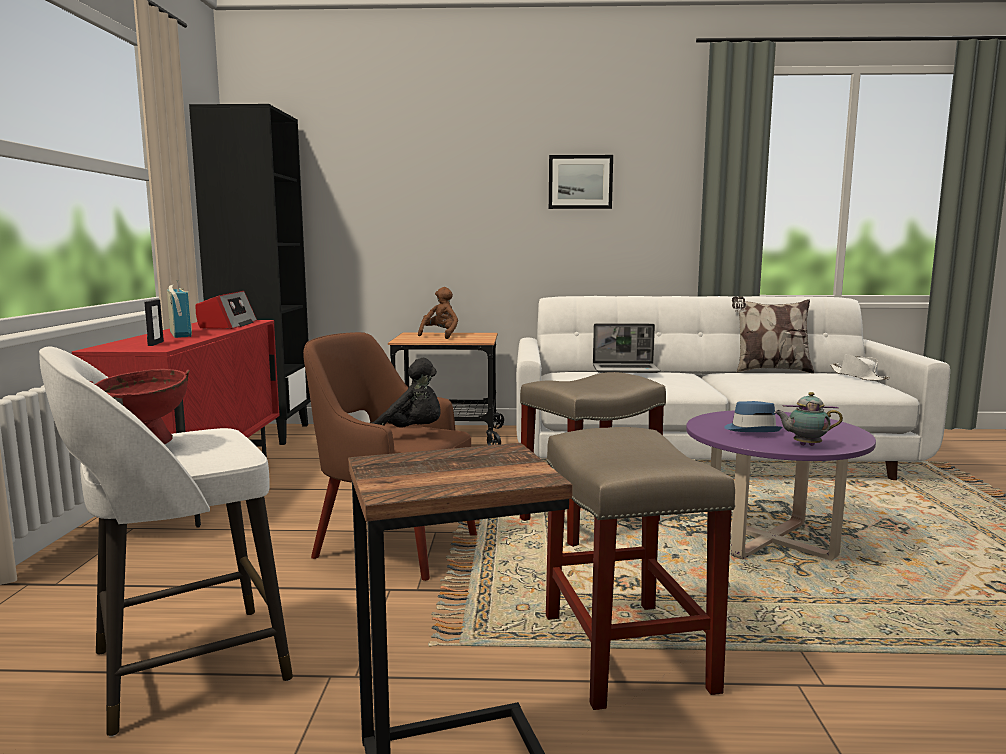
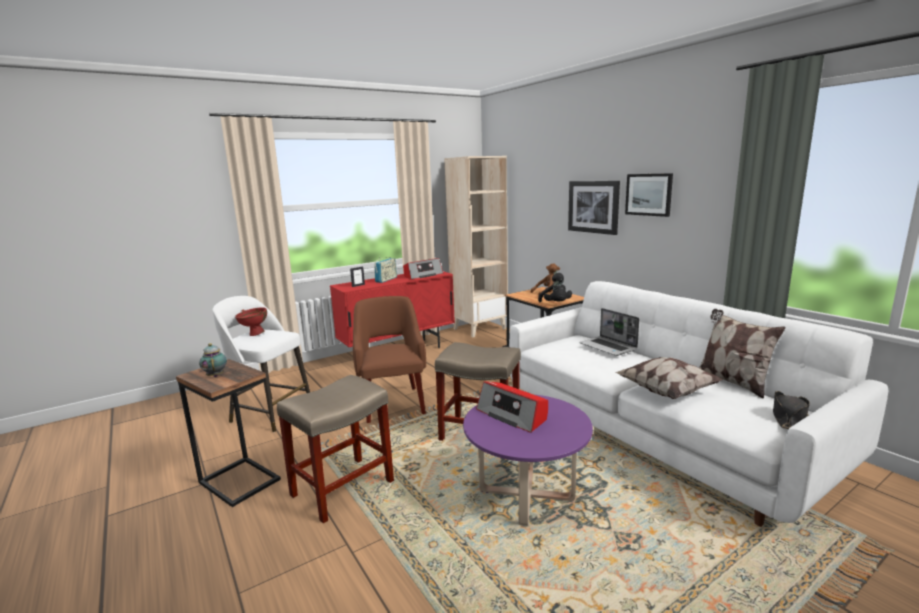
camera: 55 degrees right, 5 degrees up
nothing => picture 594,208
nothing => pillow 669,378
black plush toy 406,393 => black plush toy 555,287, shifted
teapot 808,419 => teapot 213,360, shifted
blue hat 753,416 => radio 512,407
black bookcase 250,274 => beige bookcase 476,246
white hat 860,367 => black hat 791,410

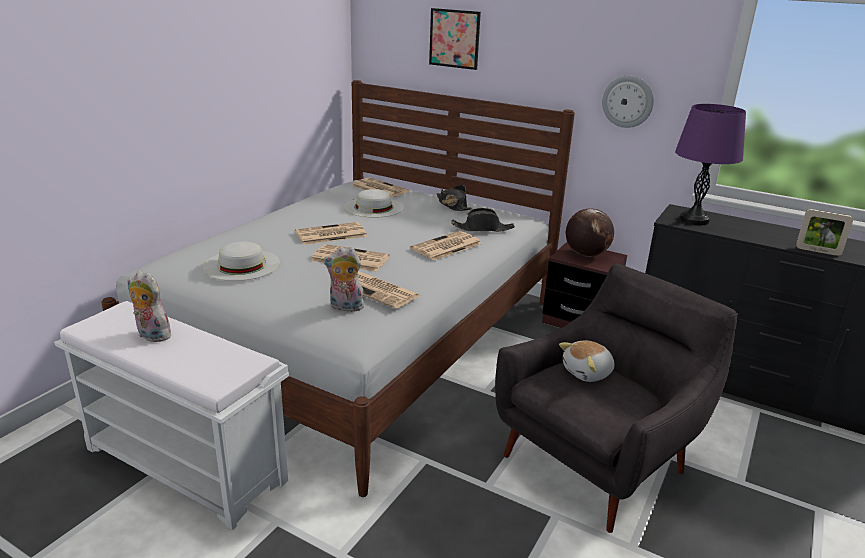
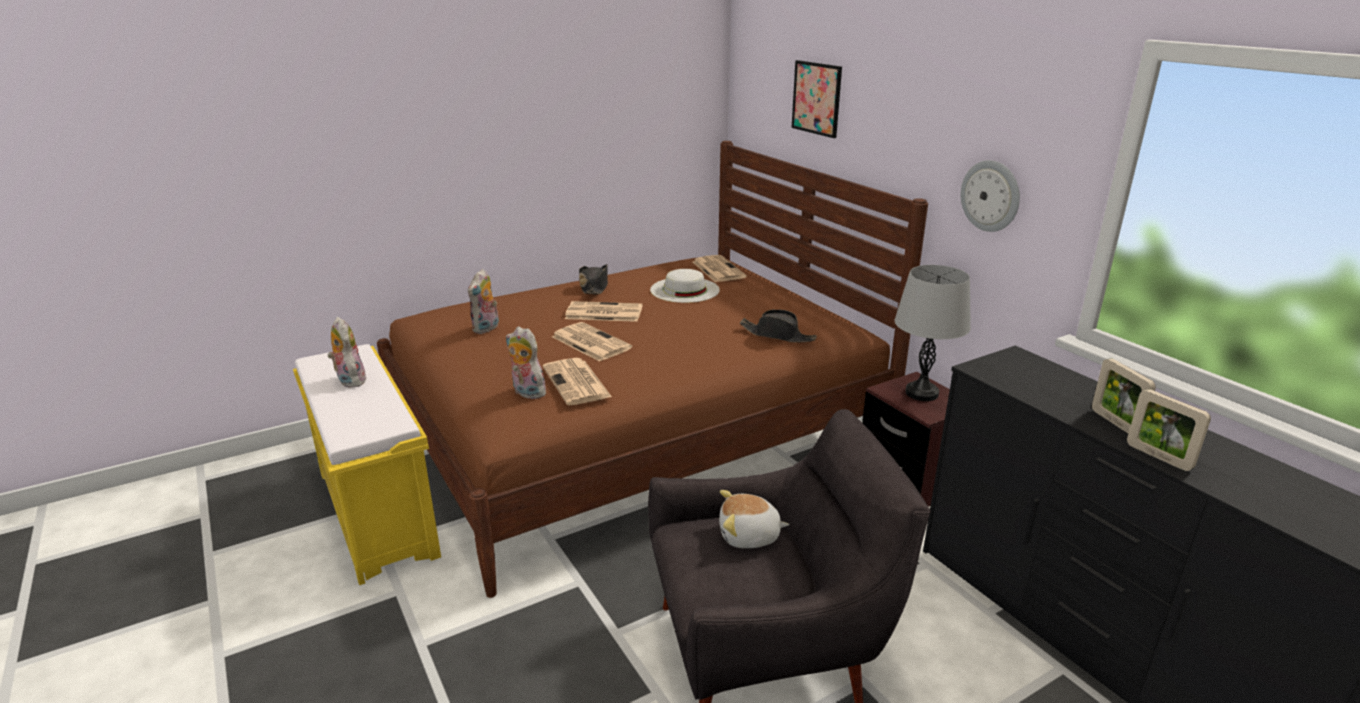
camera: 30 degrees right, 0 degrees up
newspaper 446,246 => nothing
purple table lamp 710,164 => nothing
nothing => picture frame 1124,395
black hat 454,198 => black hat 593,279, shifted
white hat 241,261 => plush toy 483,301
globe 590,232 => grey table lamp 933,333
white bench 171,415 => yellow bench 367,464
white bed 338,288 => brown bed 652,369

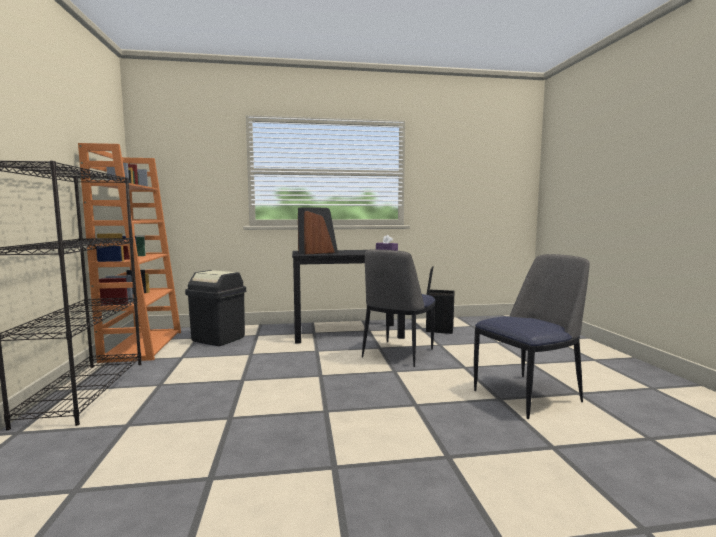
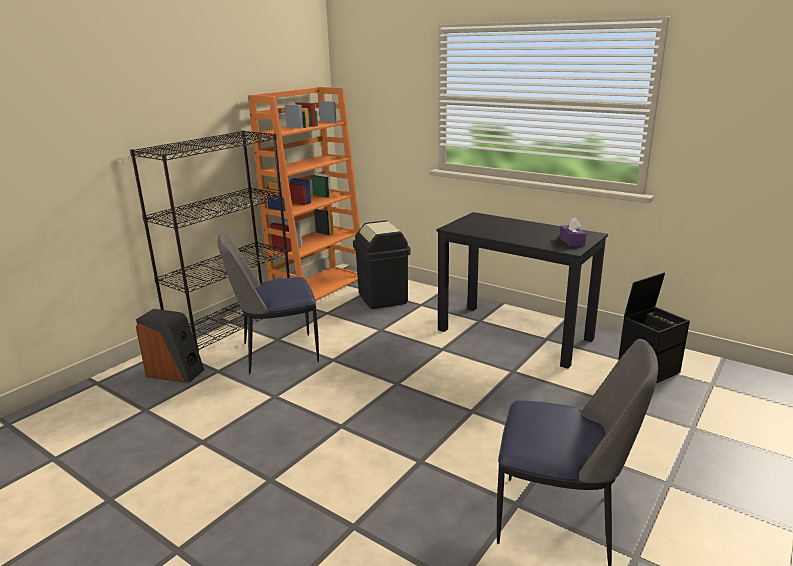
camera: 45 degrees right, 15 degrees up
speaker 318,230 => speaker 170,346, shifted
chair 398,308 => chair 268,303, shifted

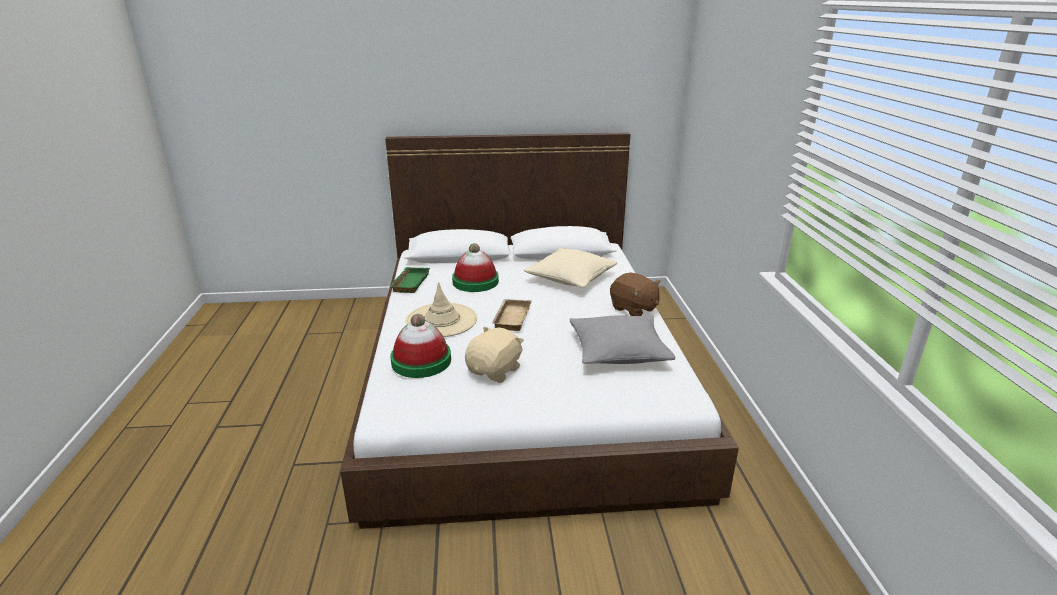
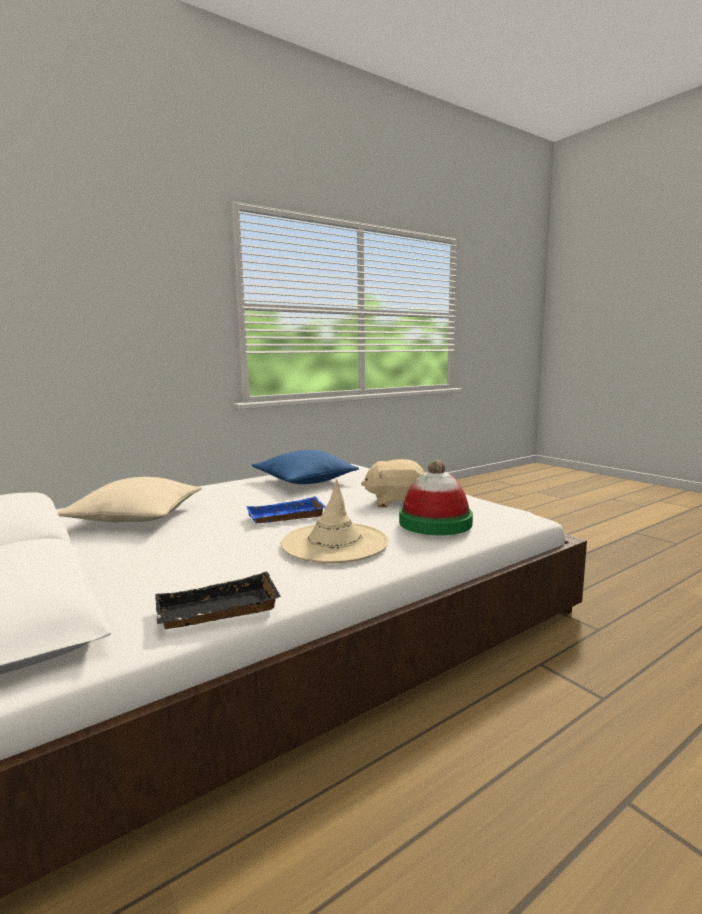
camera: 120 degrees left, 15 degrees down
hat 475,267 => nothing
brown plush toy 635,294 => nothing
green tray 409,280 => black tray 218,600
beige tray 512,315 => blue tray 286,510
grey pillow 622,339 => blue pillow 305,467

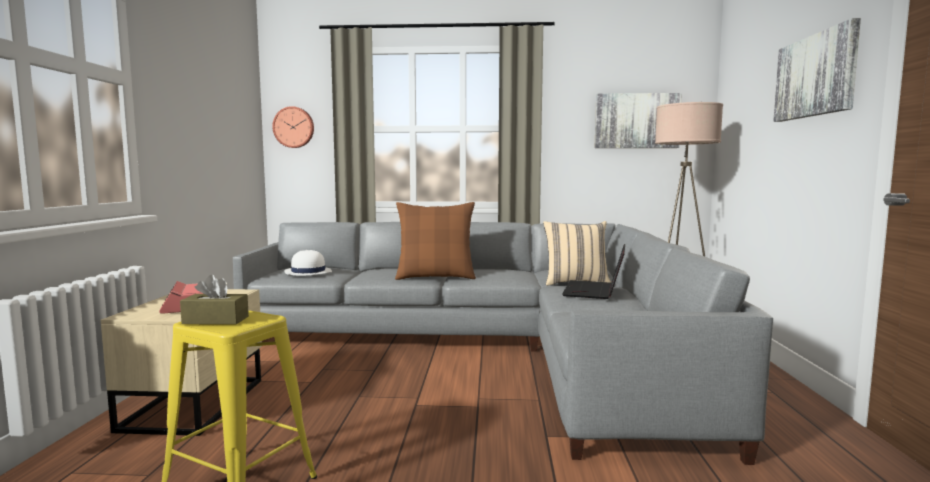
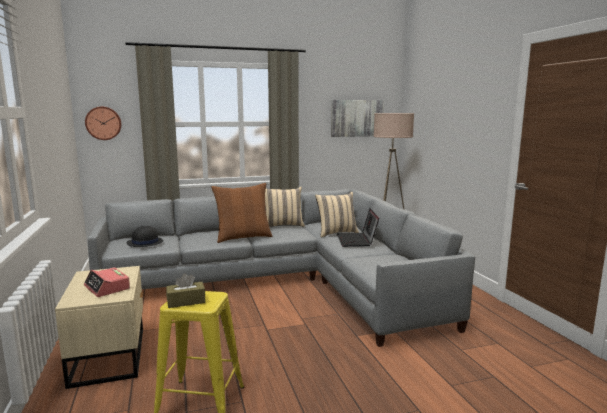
camera: 20 degrees left, 5 degrees up
picture 817,70 => nothing
nothing => beige pillow 285,207
white hat 308,262 => black hat 144,236

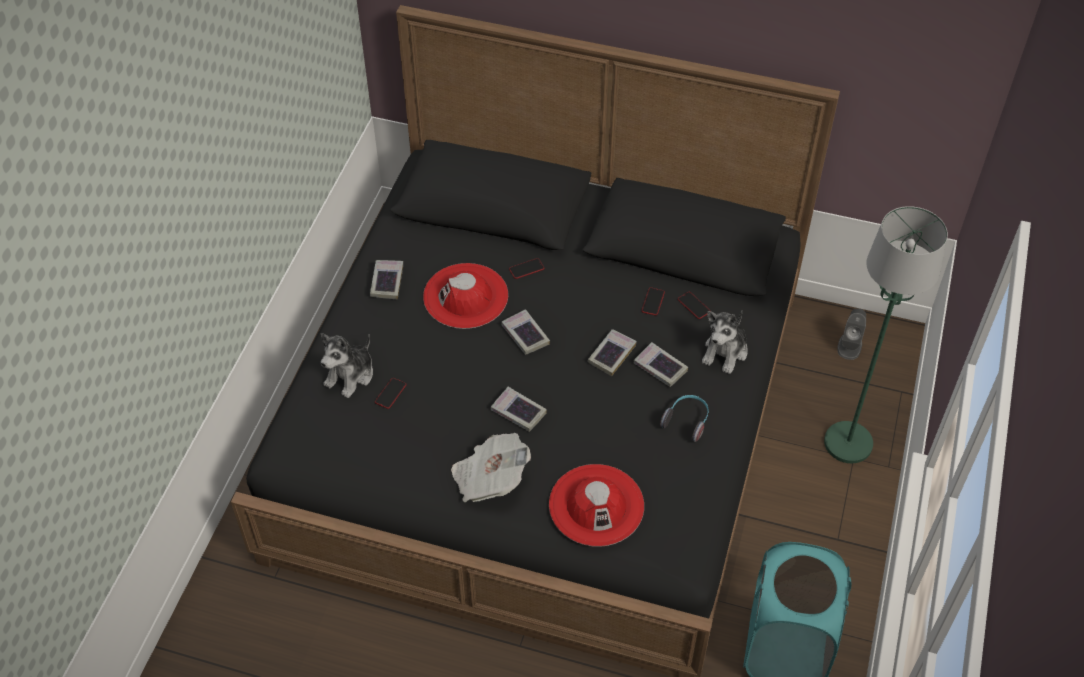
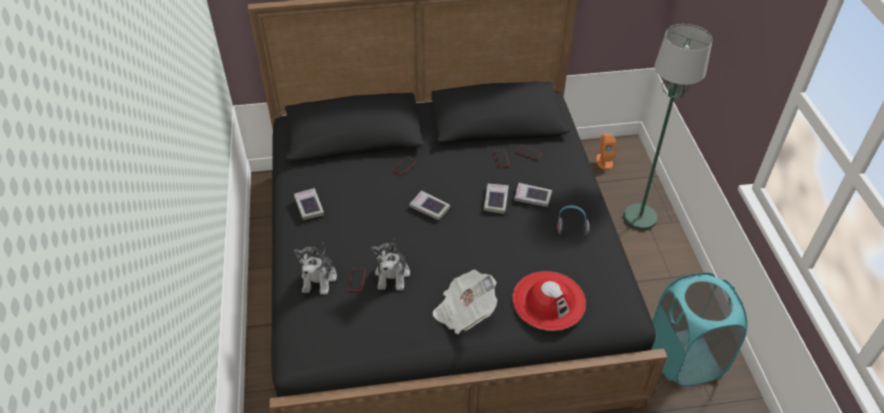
camera: 25 degrees left, 5 degrees down
red hat 465,296 => nothing
book 519,409 => nothing
plush toy 725,342 => plush toy 390,265, shifted
grey speaker 851,334 => orange speaker 606,151

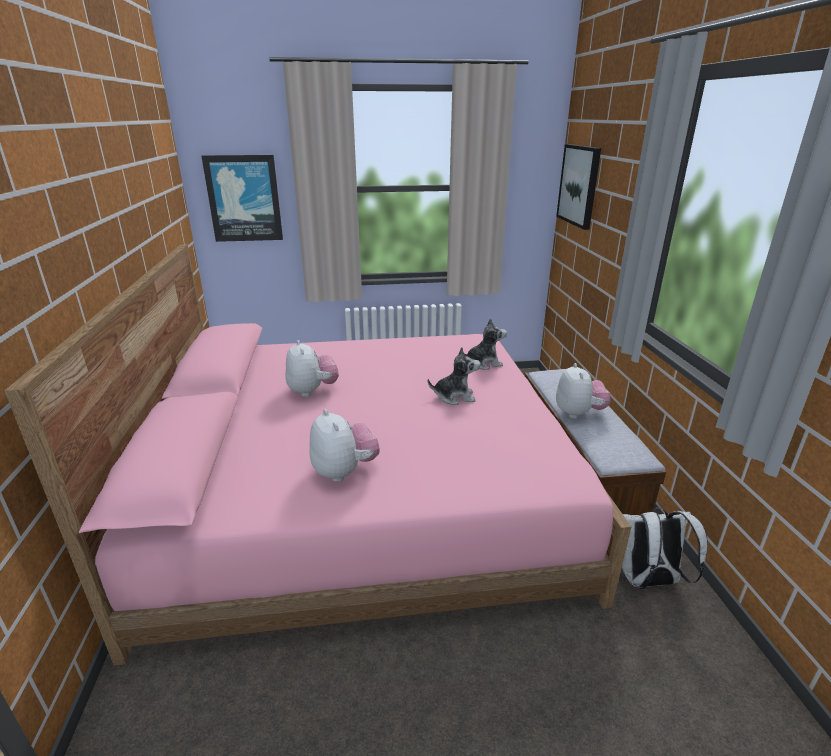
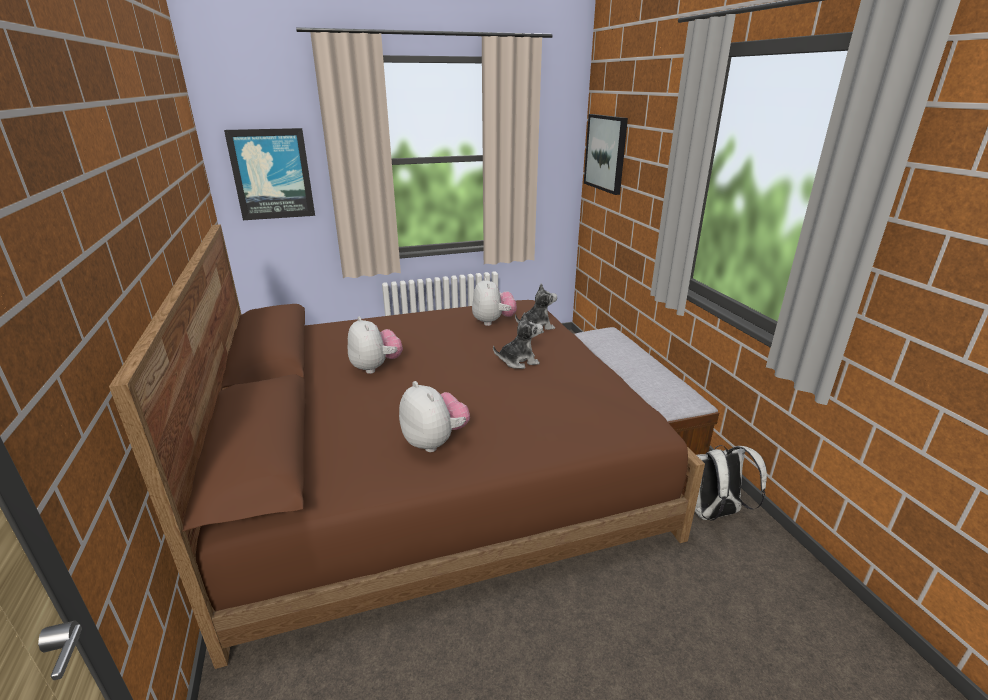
camera: 10 degrees left, 0 degrees up
plush toy 583,391 => plush toy 494,301, shifted
pink bed 318,455 => brown bed 407,447

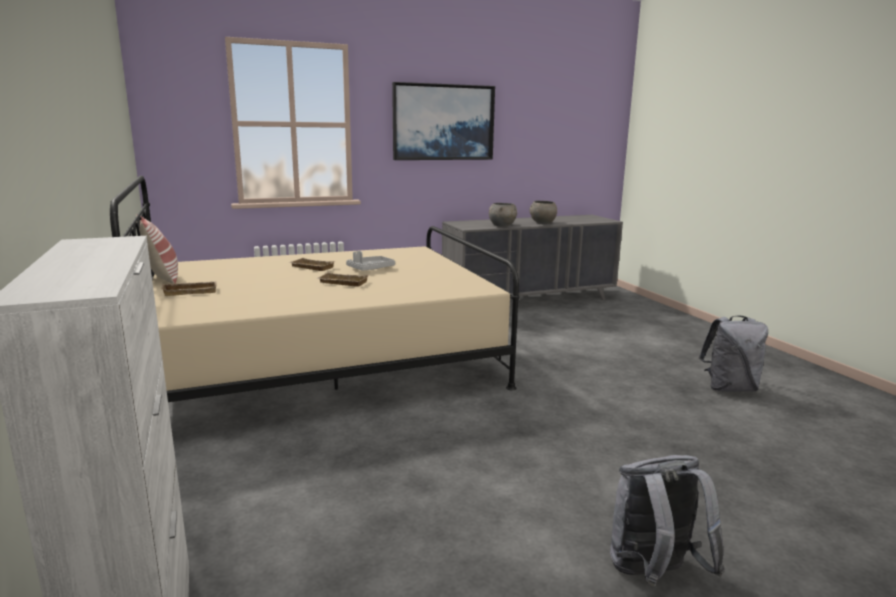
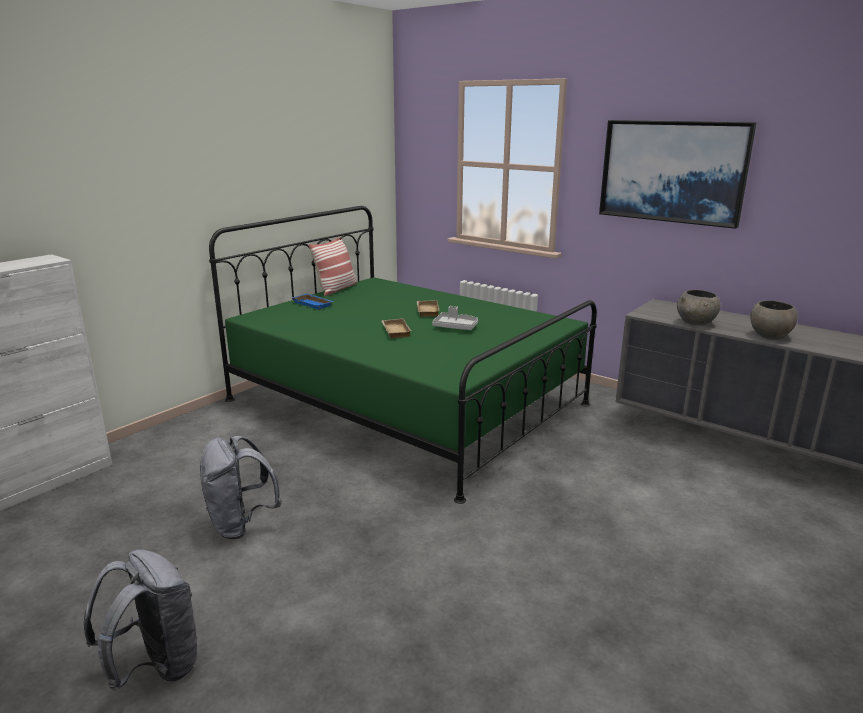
camera: 60 degrees right, 5 degrees up
grey backpack 733,354 => grey backpack 241,487, shifted
beige bed 315,289 => green bed 403,355
beige tray 189,288 => blue tray 313,302

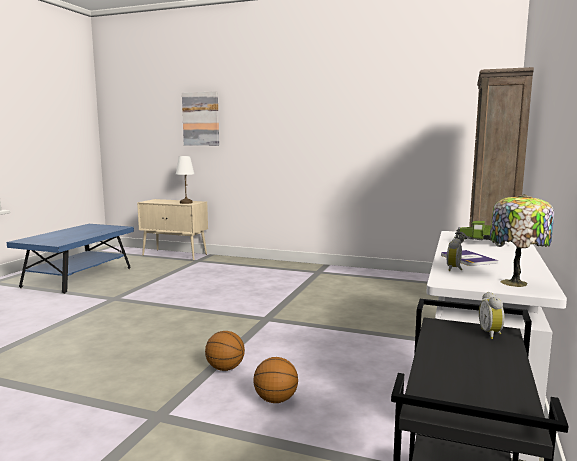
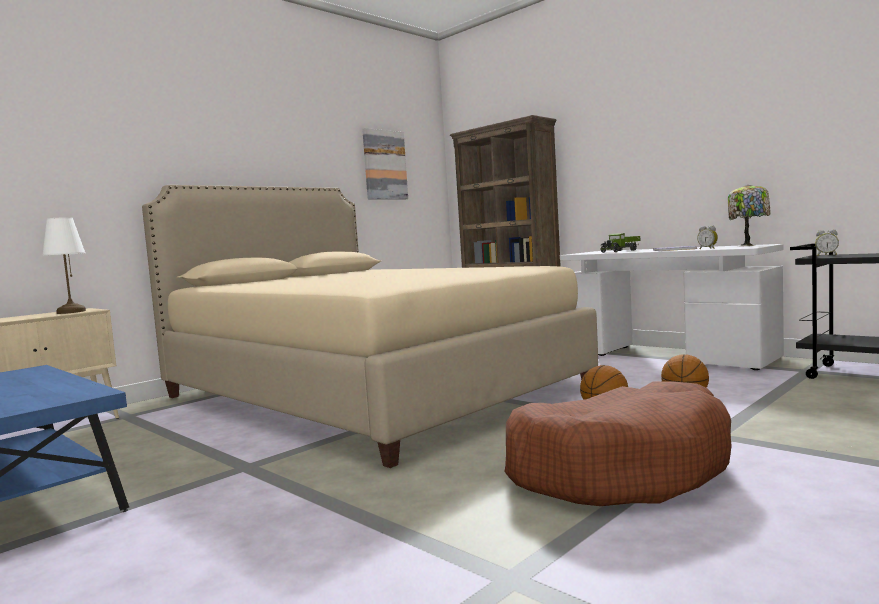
camera: 65 degrees left, 5 degrees down
nothing => beige bed 370,326
nothing => brown dog bed 618,443
picture 200,118 => picture 385,163, shifted

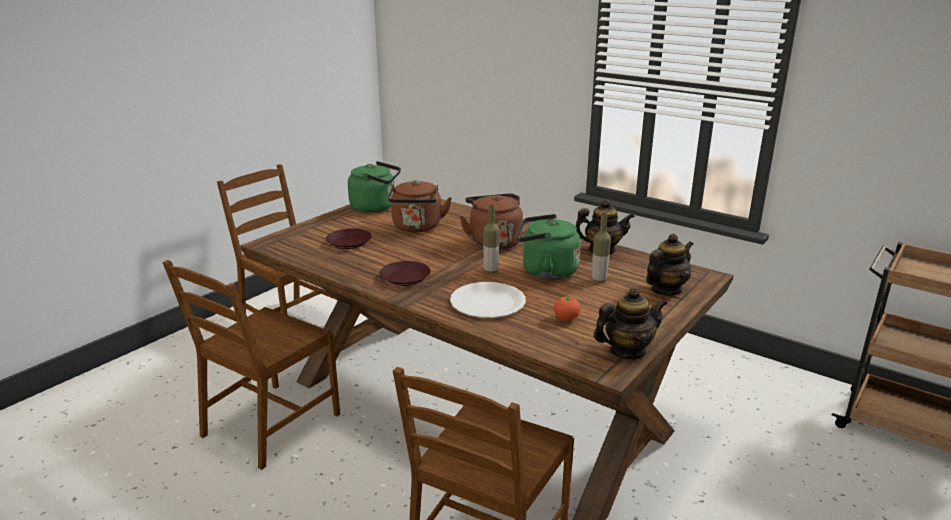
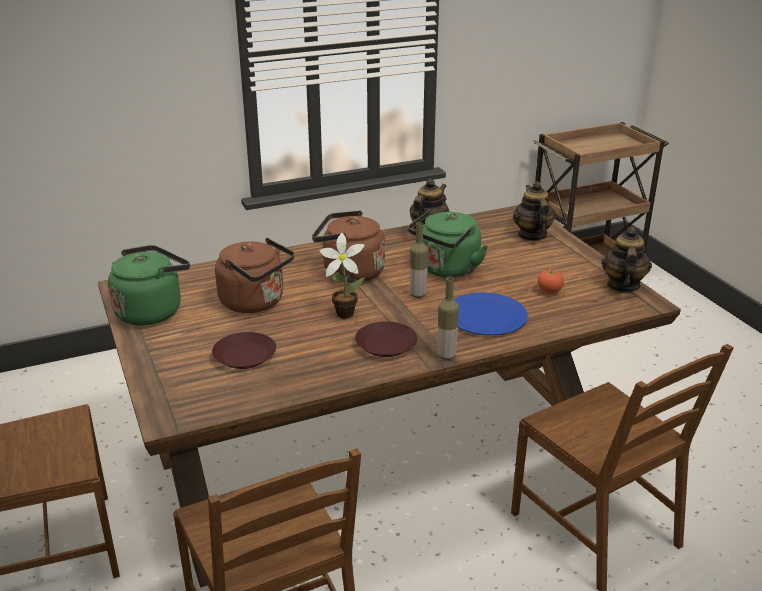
camera: 60 degrees left, 5 degrees up
nothing => potted plant 342,275
bottle 601,248 => bottle 448,318, shifted
white plate 488,300 => blue plate 491,313

